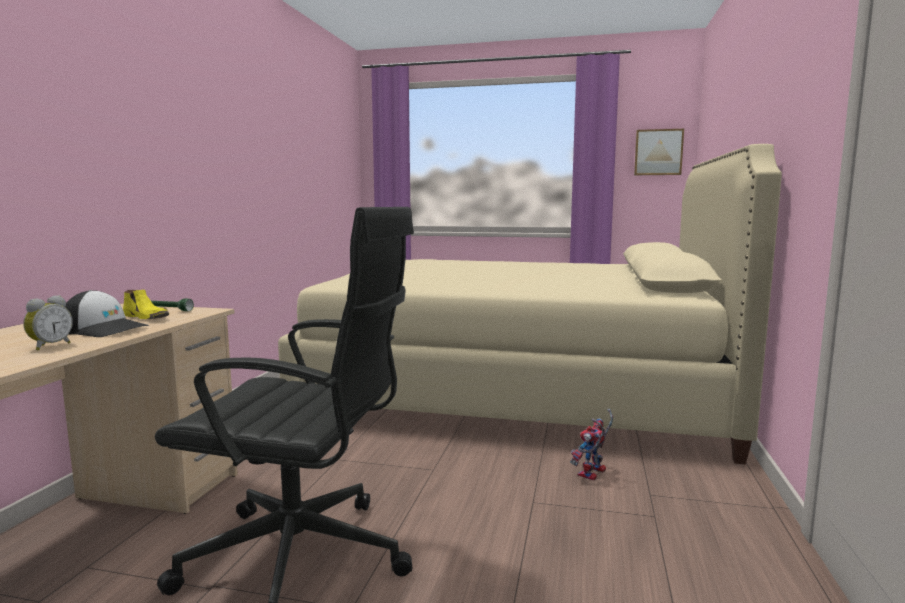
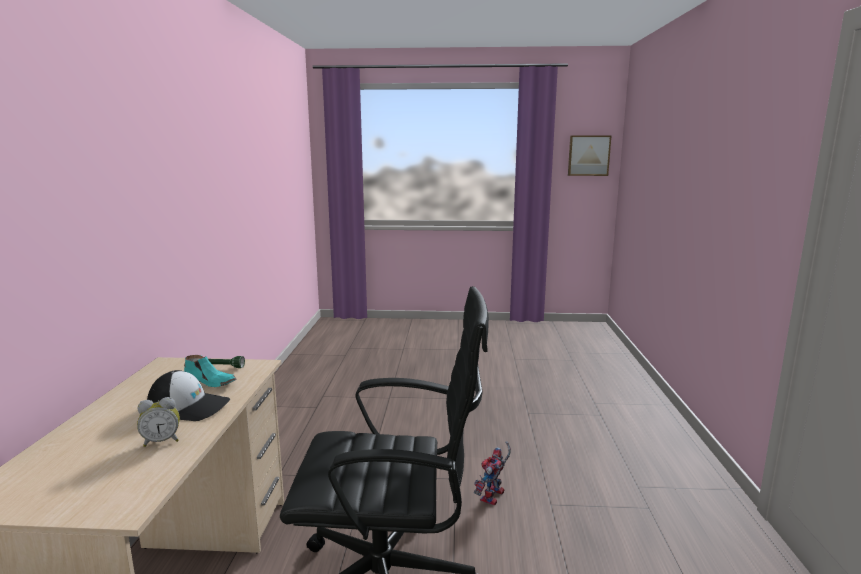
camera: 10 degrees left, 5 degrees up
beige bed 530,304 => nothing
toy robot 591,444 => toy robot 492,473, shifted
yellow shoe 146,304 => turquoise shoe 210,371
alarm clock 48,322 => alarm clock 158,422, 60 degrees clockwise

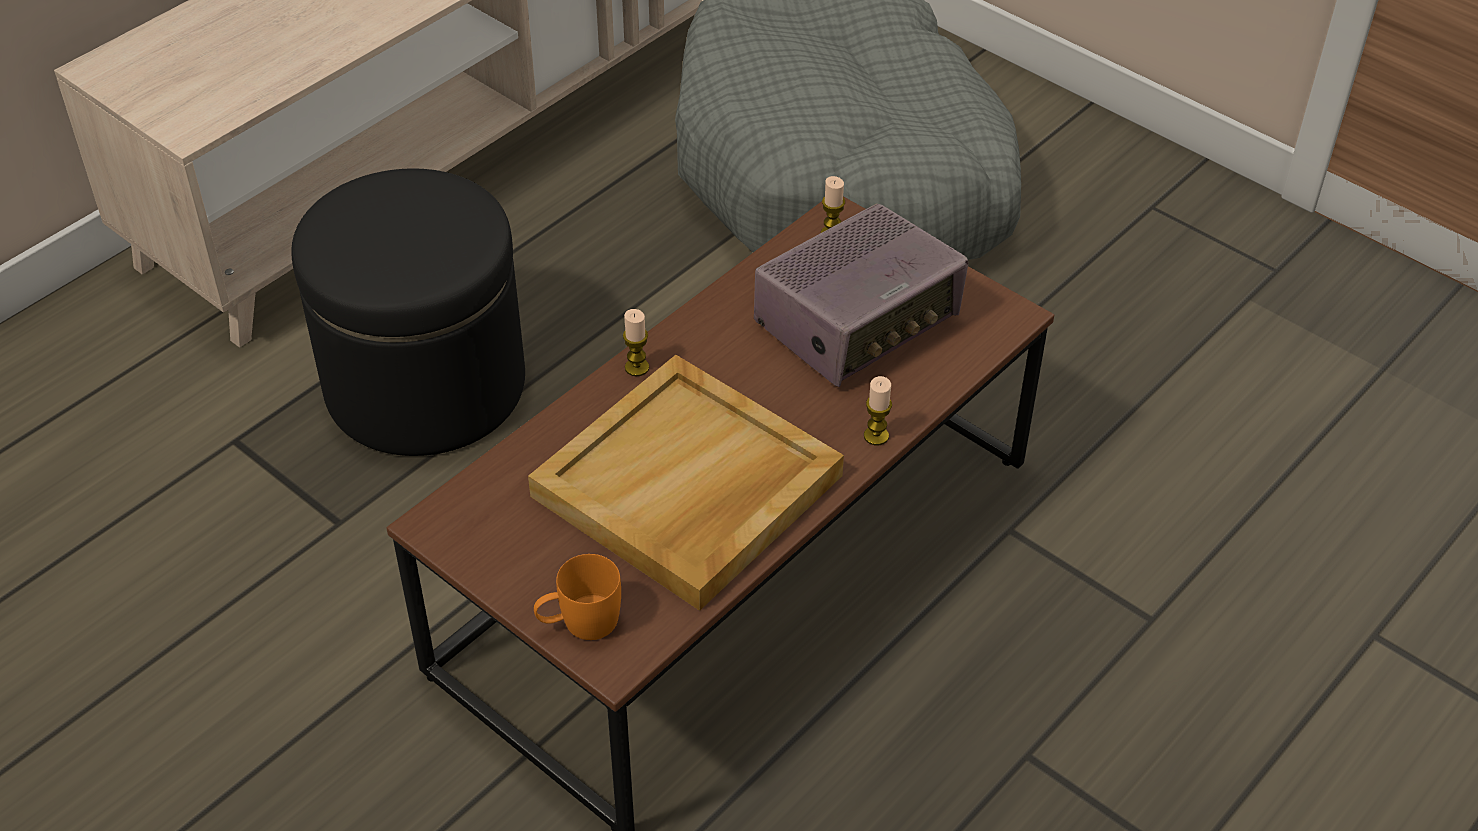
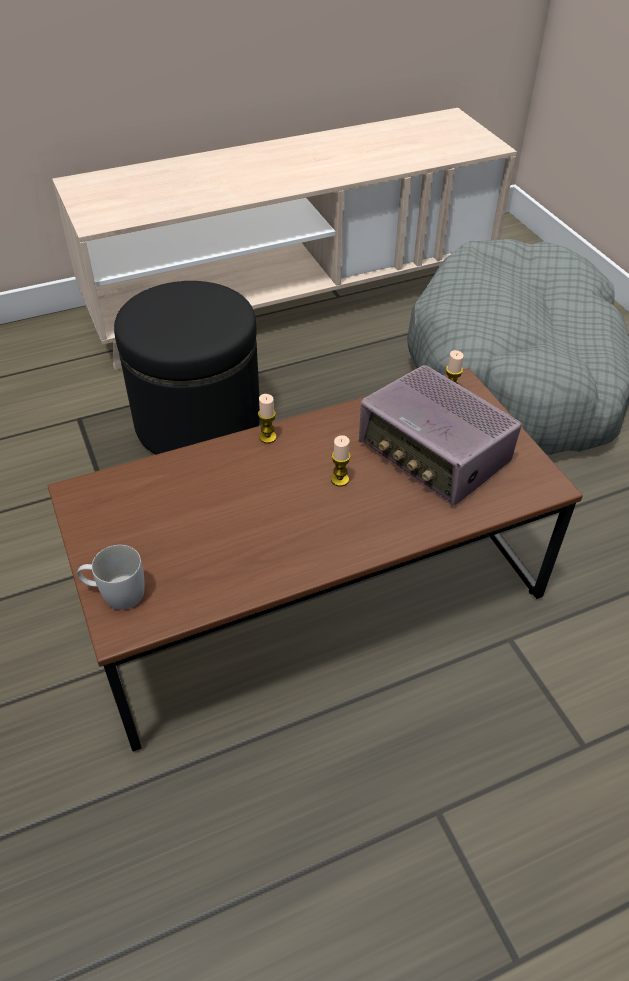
camera: 25 degrees right, 0 degrees up
beige tray 686,483 => nothing
candle 878,410 => candle 341,461, shifted
orange mug 577,597 => white mug 110,577
radio 861,295 => radio 440,435, 60 degrees clockwise

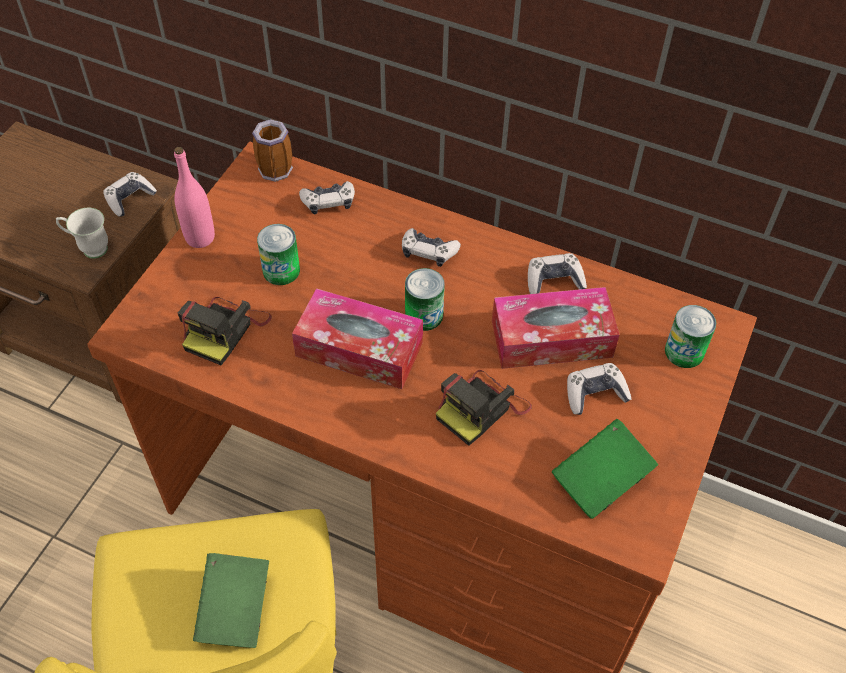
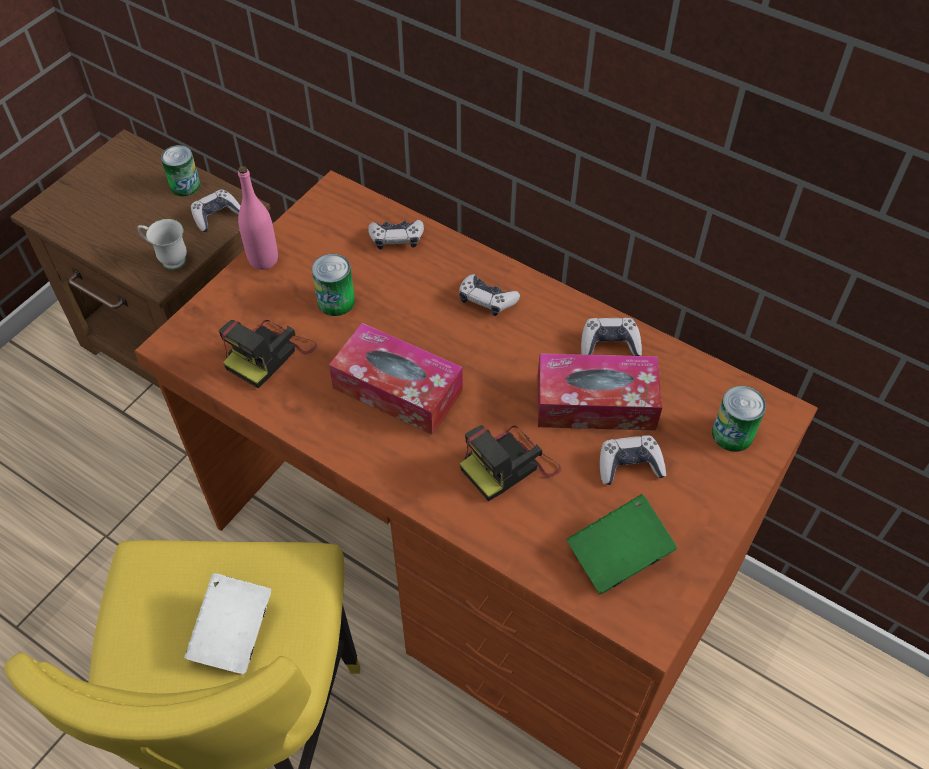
camera: 10 degrees right, 0 degrees up
mug 272,150 => nothing
can 425,299 => can 180,170, shifted
green book 231,600 => white book 227,623

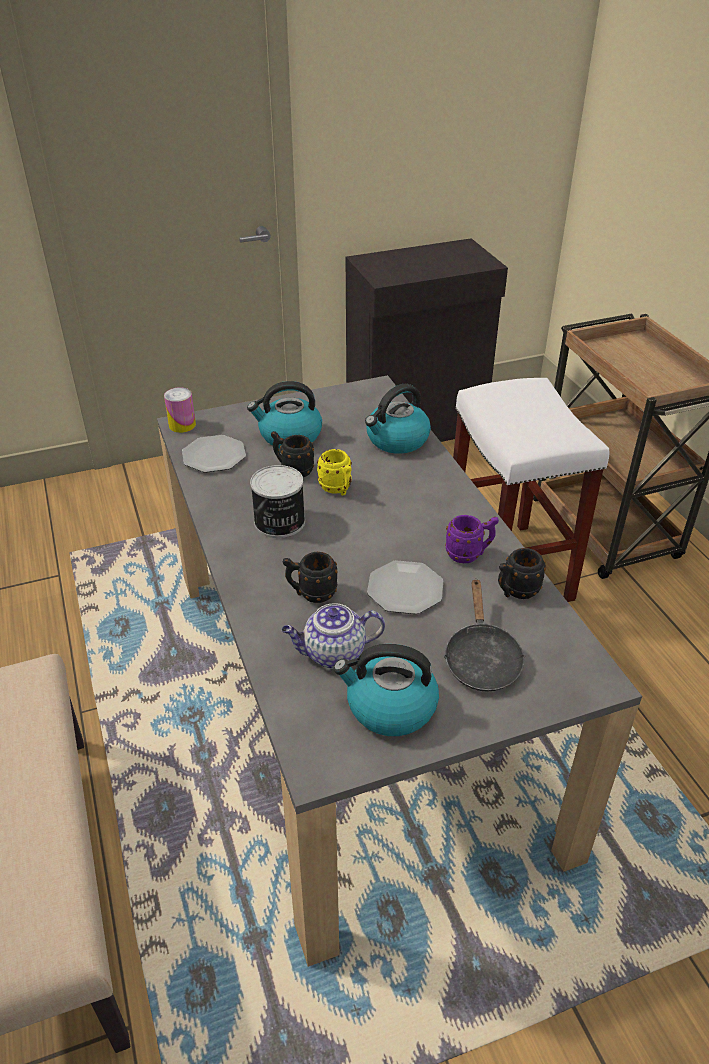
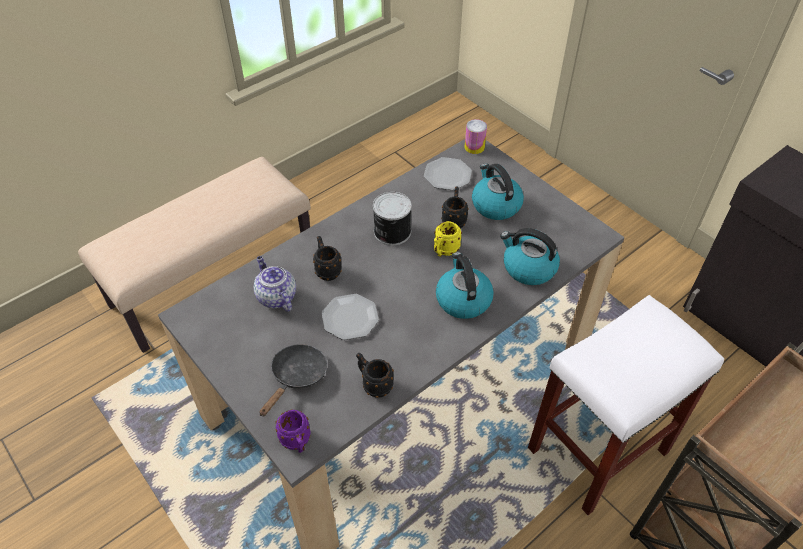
camera: 70 degrees right, 10 degrees up
kettle 386,690 => kettle 465,285, shifted
purple mug 472,539 => purple mug 293,431, shifted
black frying pan 484,635 => black frying pan 293,380, 135 degrees clockwise

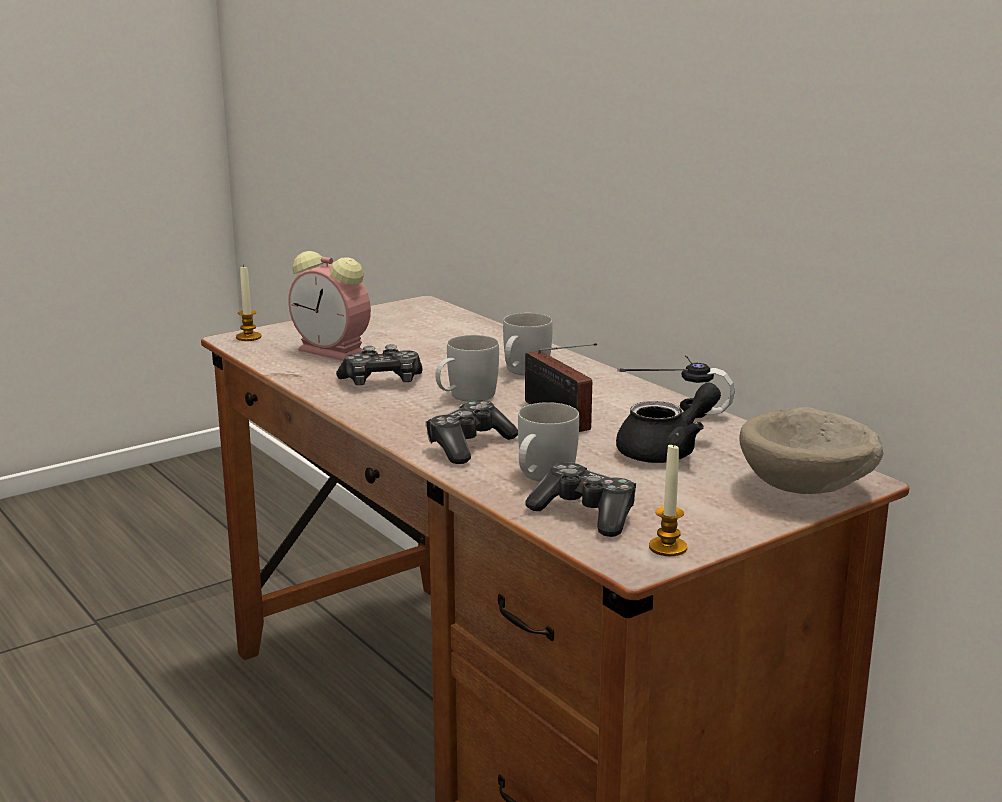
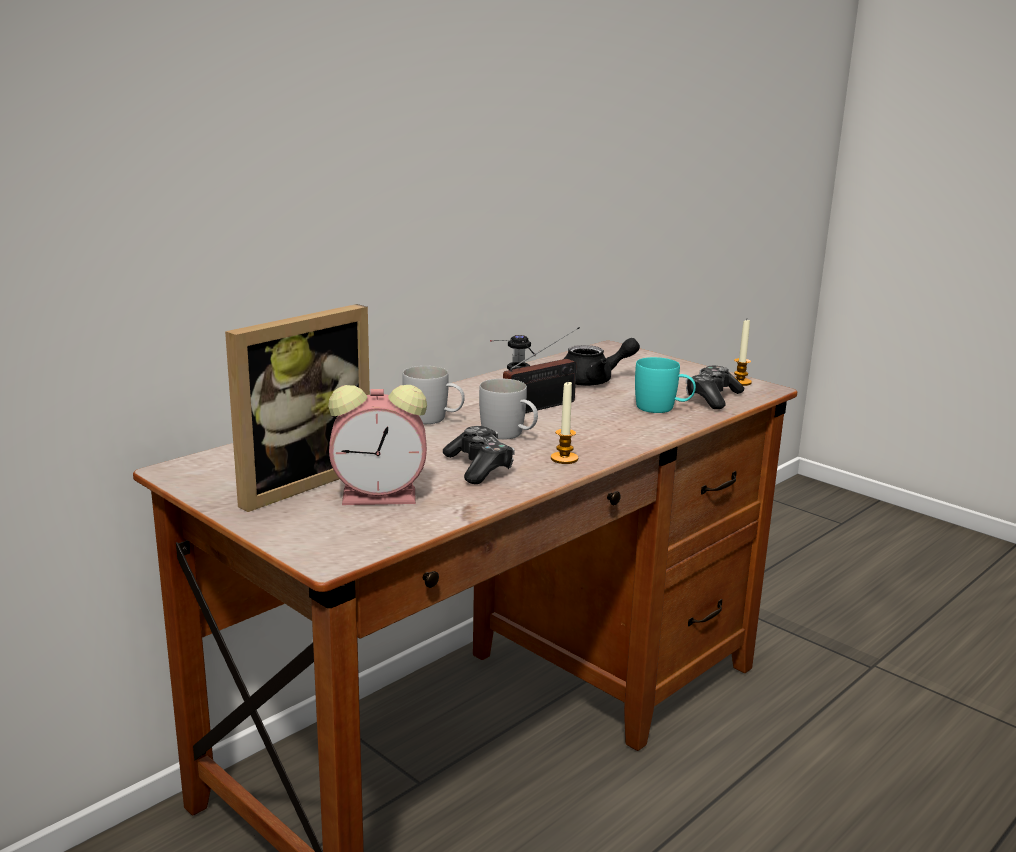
camera: 100 degrees left, 0 degrees up
game controller 471,432 => nothing
beige bowl 811,450 => nothing
nothing => picture frame 297,408
candle 248,302 => candle 564,423, shifted
white mug 548,442 => turquoise mug 665,385
alarm clock 329,306 => alarm clock 377,445, 60 degrees clockwise
black teapot 668,422 => black teapot 602,362, 120 degrees clockwise

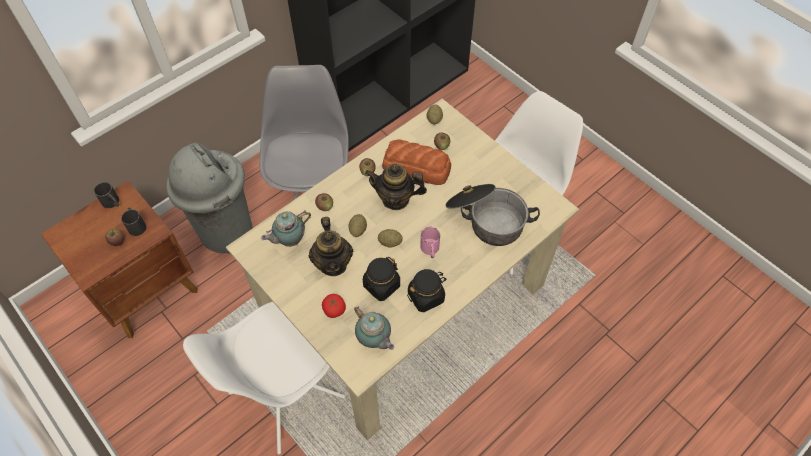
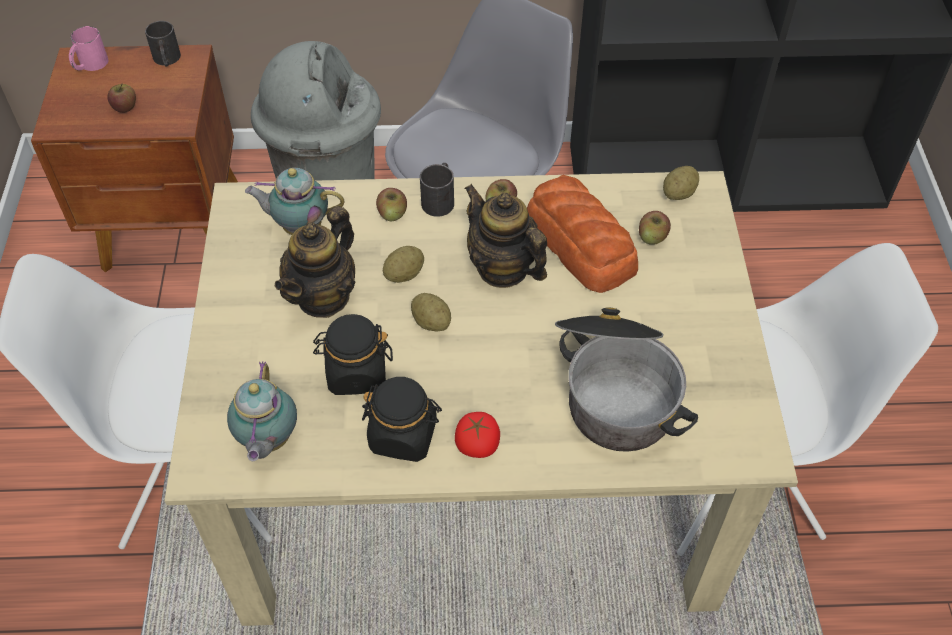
camera: 40 degrees right, 5 degrees down
black mug 133,222 => black mug 437,190, shifted
tomato 334,306 => tomato 477,435, shifted
pink mug 430,242 => pink mug 88,48, shifted

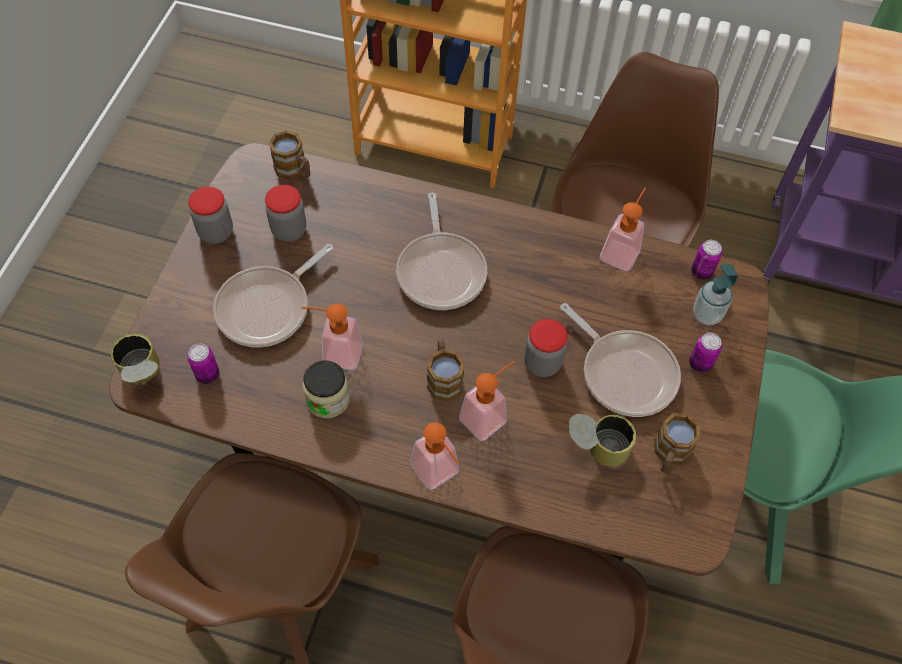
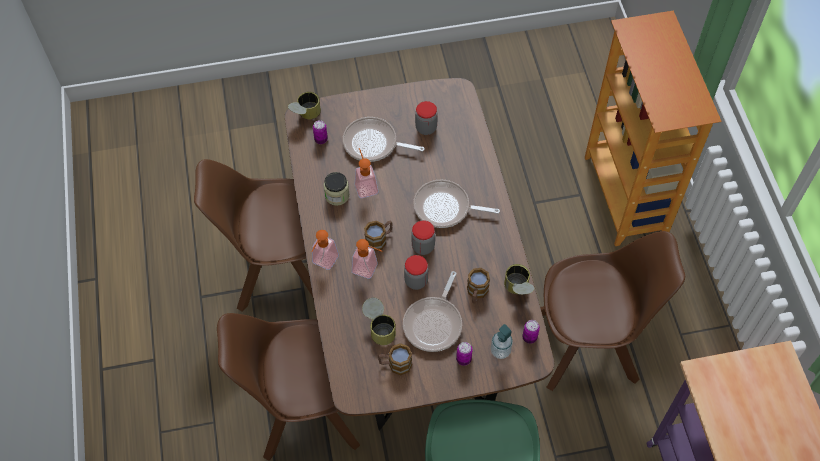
camera: 65 degrees right, 0 degrees up
jar 210,215 => jar 423,237, shifted
mug 289,155 => mug 478,285, shifted
soap dispenser 623,229 => can 519,279
frying pan 441,251 => frying pan 456,204, 45 degrees clockwise

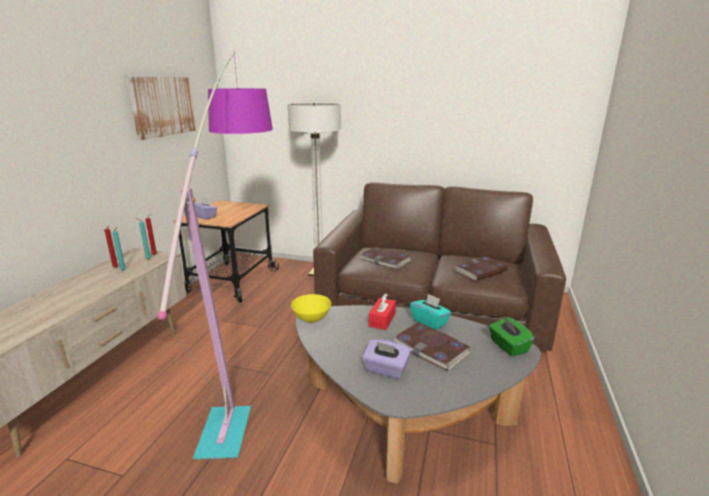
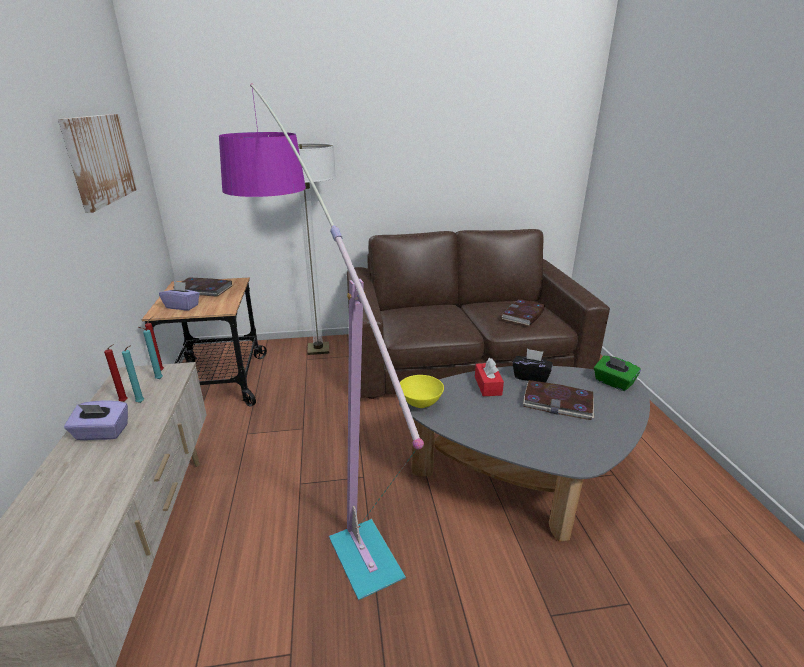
camera: 25 degrees left, 5 degrees up
book 386,258 => book 202,287, shifted
purple tissue box 386,359 => purple tissue box 96,420, shifted
turquoise tissue box 430,312 => black tissue box 533,366

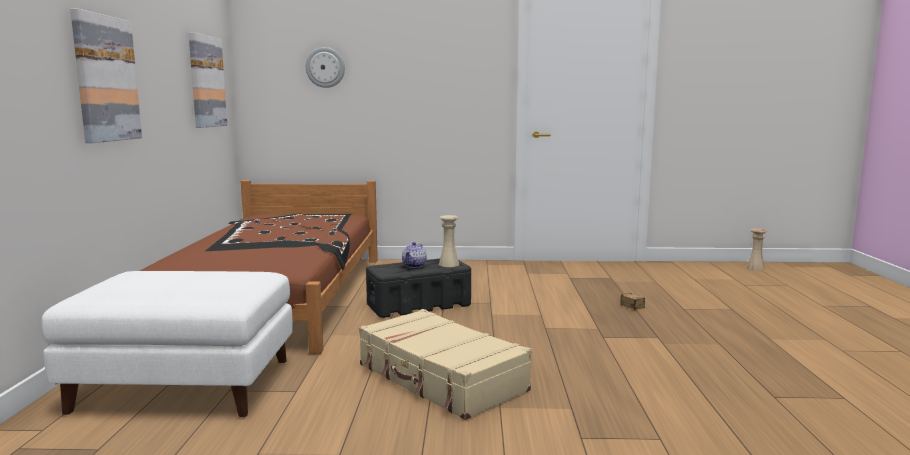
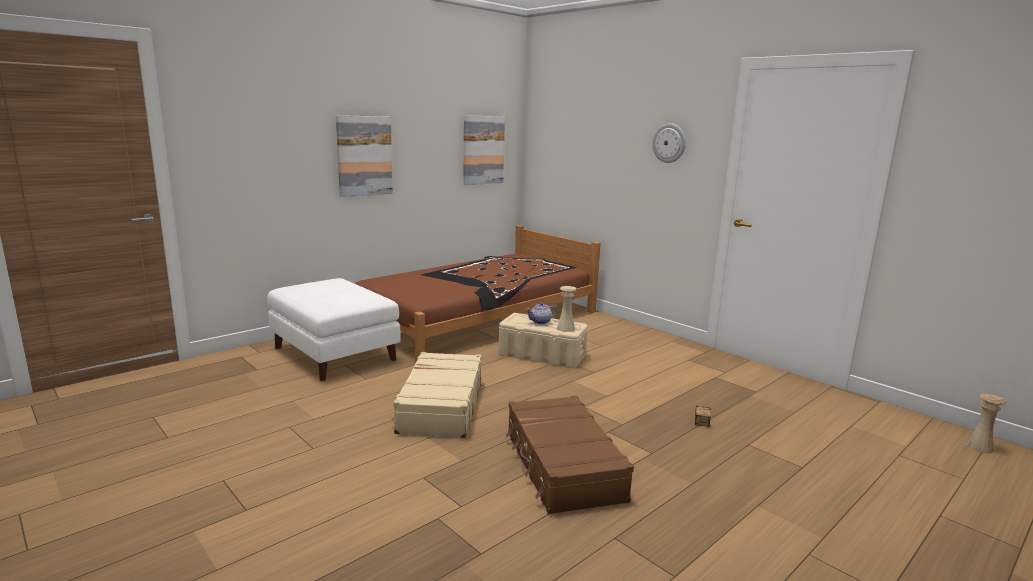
camera: 45 degrees right, 5 degrees up
nothing => brown suitcase 570,455
wall clock 325,67 => wall clock 669,143, shifted
black storage box 418,288 => beige storage box 543,340

